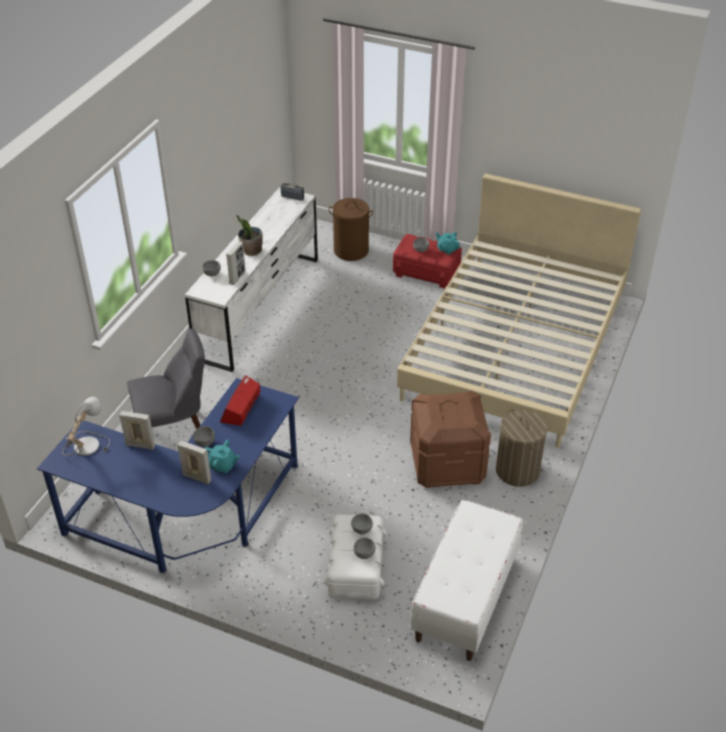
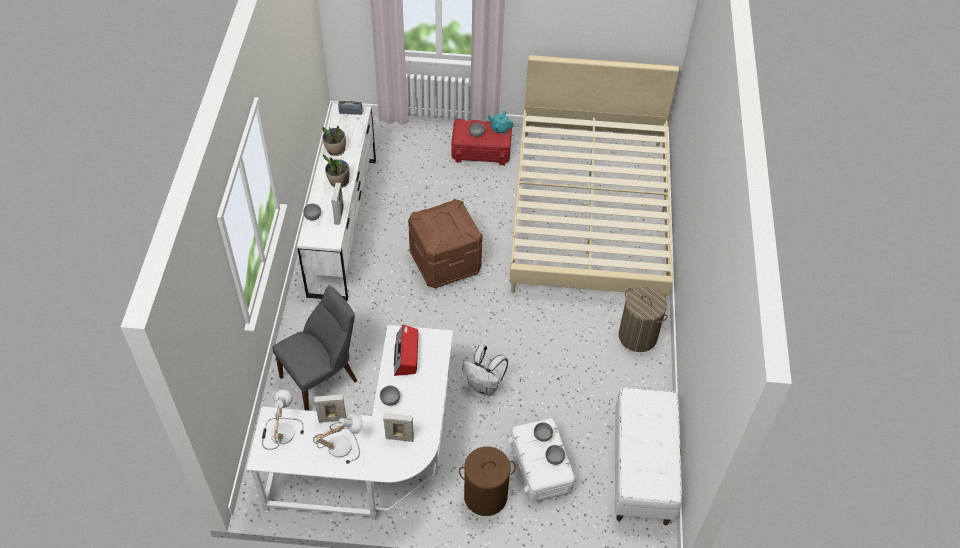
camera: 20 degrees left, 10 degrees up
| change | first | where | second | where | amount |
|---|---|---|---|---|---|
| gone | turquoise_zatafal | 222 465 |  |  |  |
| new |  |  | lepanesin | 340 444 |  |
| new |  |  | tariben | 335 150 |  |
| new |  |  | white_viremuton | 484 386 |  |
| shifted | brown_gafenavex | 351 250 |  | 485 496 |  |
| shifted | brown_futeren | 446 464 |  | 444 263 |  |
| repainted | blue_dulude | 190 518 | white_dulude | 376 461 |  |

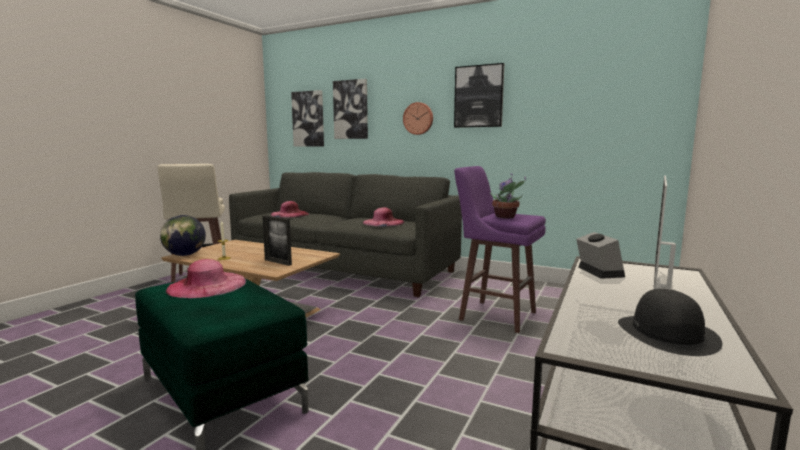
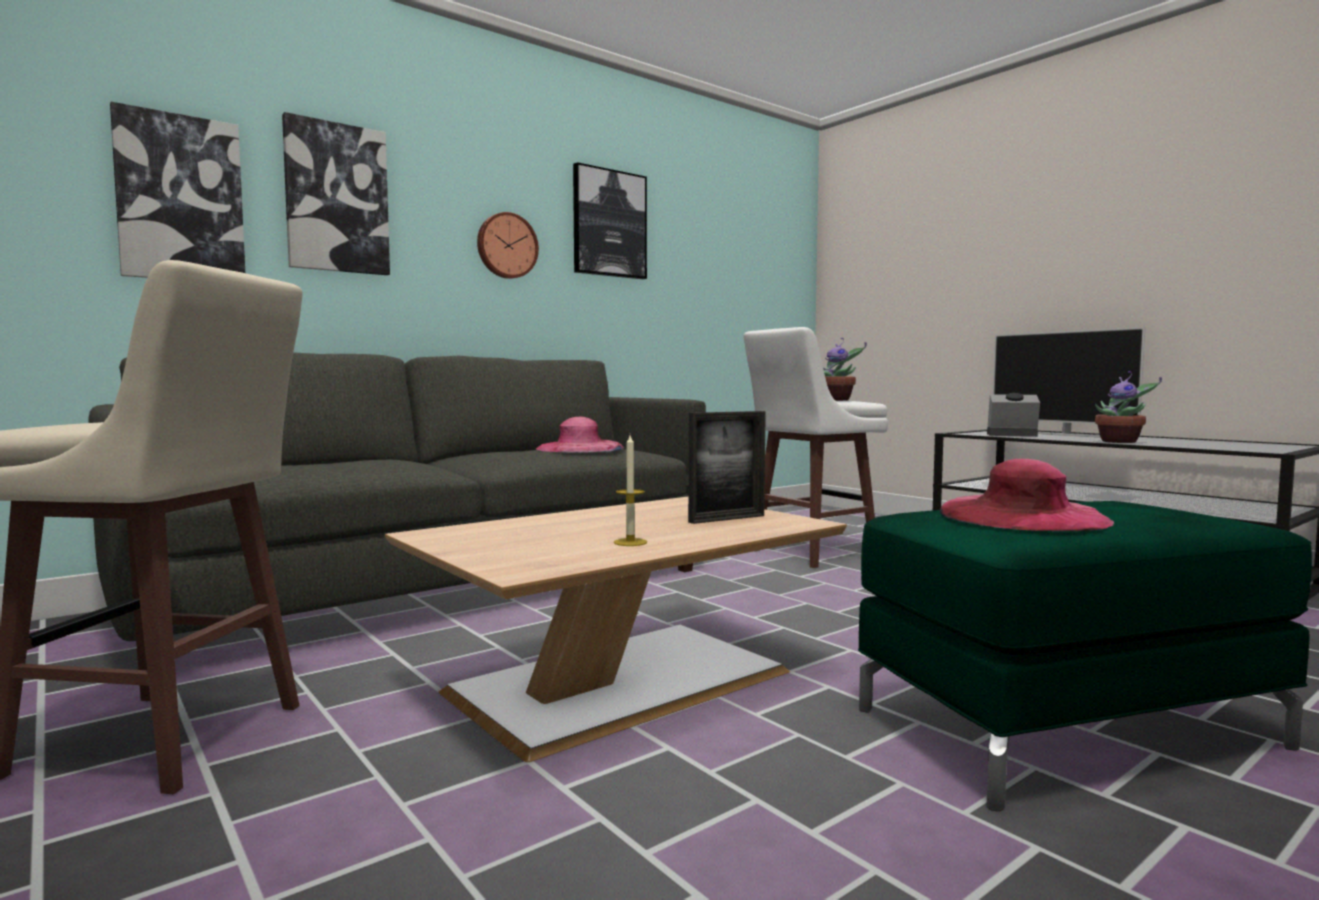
camera: 65 degrees left, 5 degrees down
| change | first | where | second | where | amount |
|---|---|---|---|---|---|
| gone | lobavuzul | 184 255 |  |  |  |
| gone | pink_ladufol | 290 214 |  |  |  |
| gone | black_ladufol | 667 334 |  |  |  |
| new |  |  | tariben | 1121 442 |  |
| repainted | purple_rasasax | 495 315 | white_rasasax | 810 554 |  |

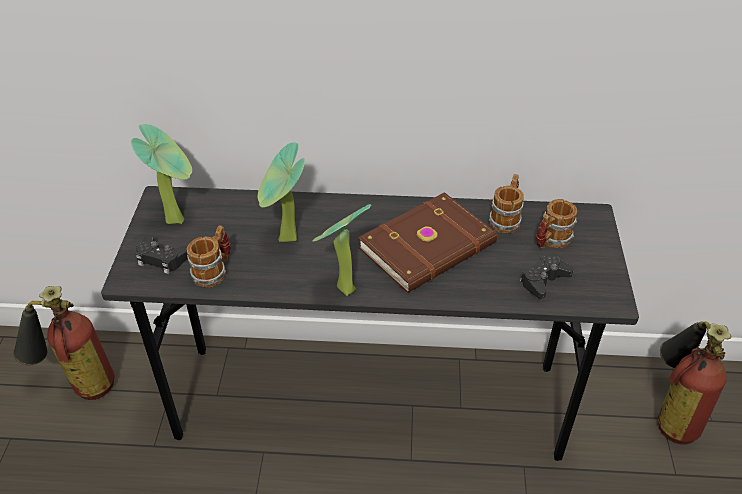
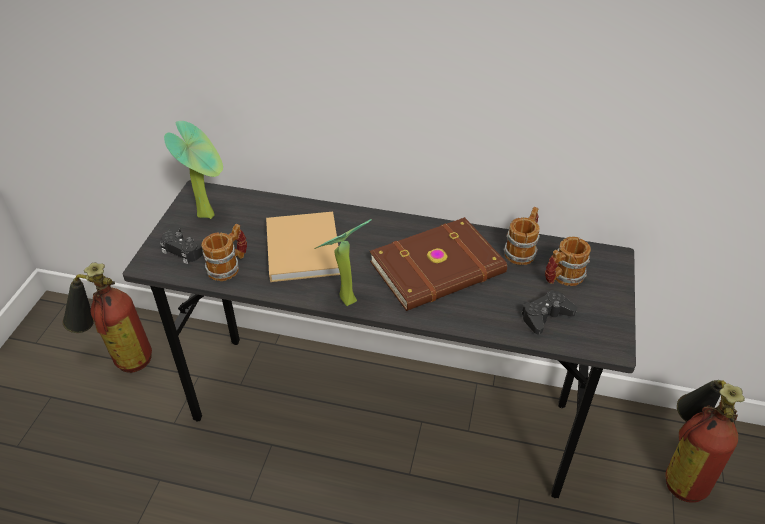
camera: 10 degrees right, 0 degrees up
| change | first | where | second | where | amount |
|---|---|---|---|---|---|
| swapped | tariben | 286 241 | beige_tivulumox | 303 247 |  |

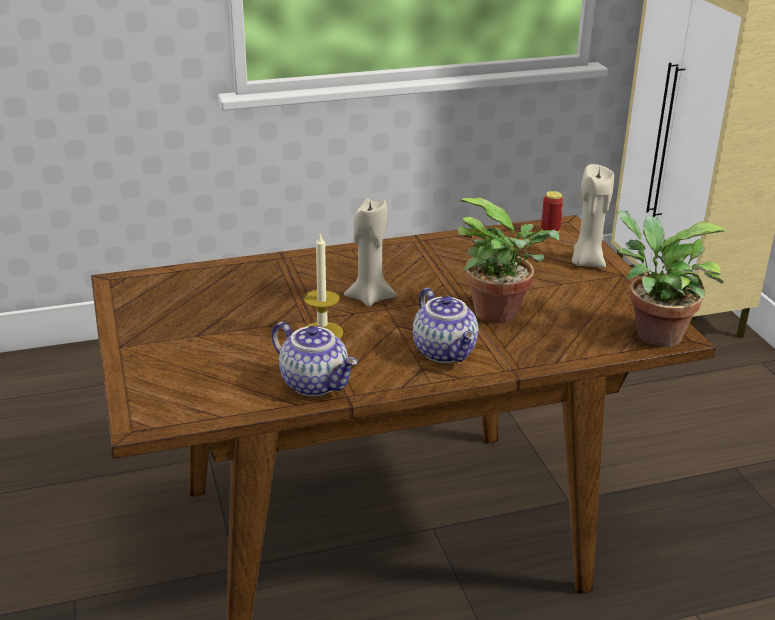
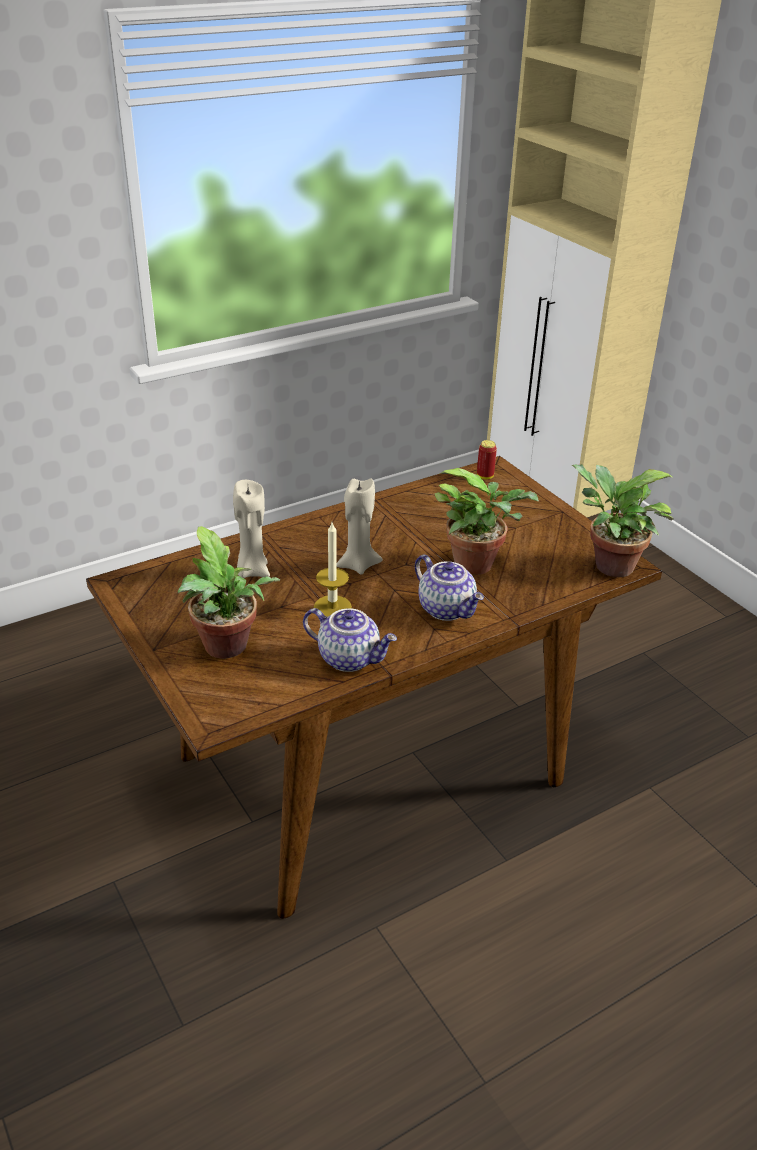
camera: 15 degrees left, 5 degrees up
| change | first | where | second | where | amount |
|---|---|---|---|---|---|
| new |  |  | tariben | 227 649 |  |
| shifted | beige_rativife | 586 262 |  | 252 571 |  |

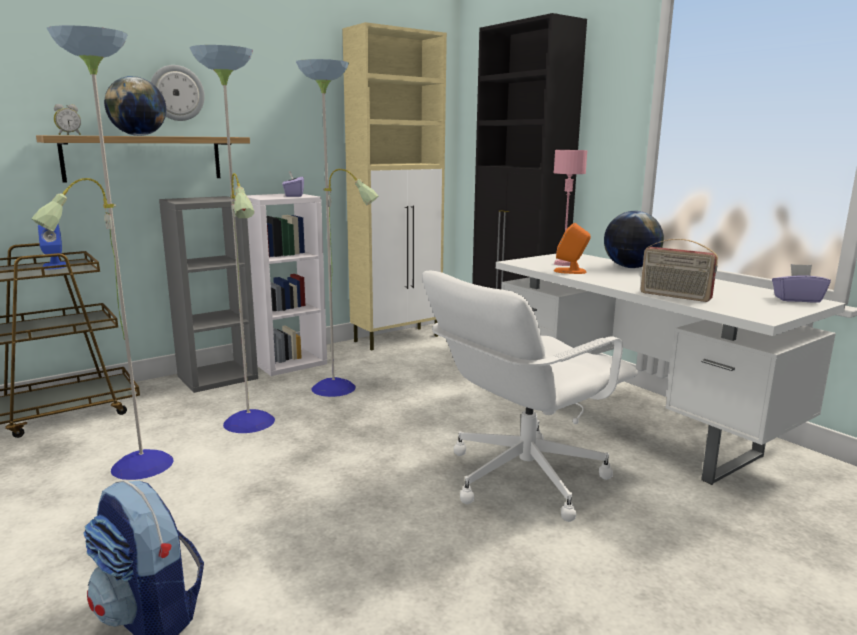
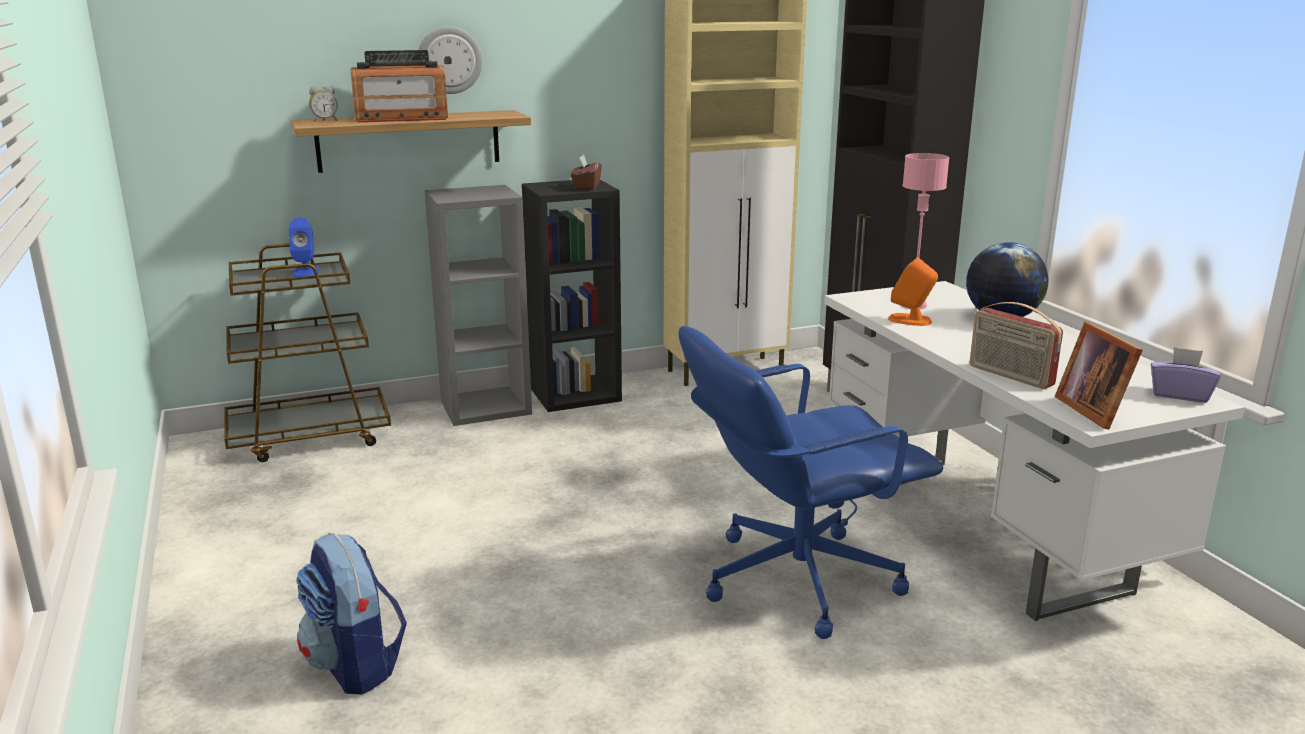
camera: 15 degrees right, 5 degrees up
| change | first | where | second | where | amount |
|---|---|---|---|---|---|
| gone | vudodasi | 251 423 |  |  |  |
| new |  |  | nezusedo | 1094 410 |  |
| swapped | lobavuzul | 139 135 | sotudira | 401 118 |  |
| repainted | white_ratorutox | 289 362 | black_ratorutox | 576 394 |  |
| repainted | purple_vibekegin | 293 196 | brown_vibekegin | 586 187 |  |
| repainted | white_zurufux | 522 477 | blue_zurufux | 796 579 |  |

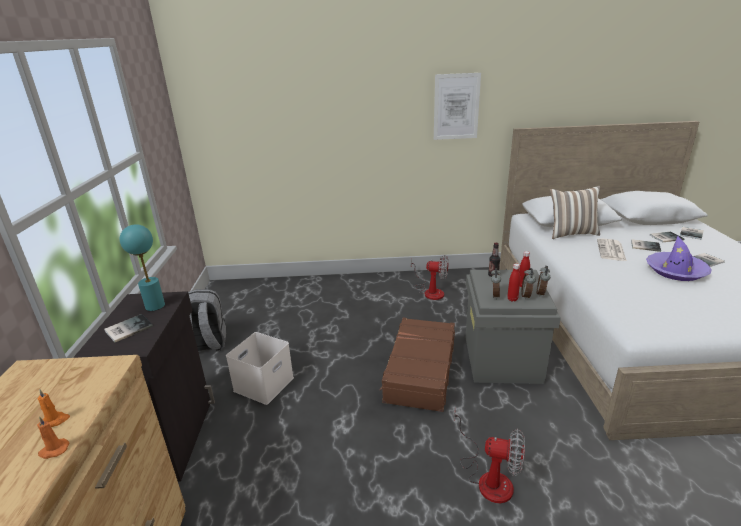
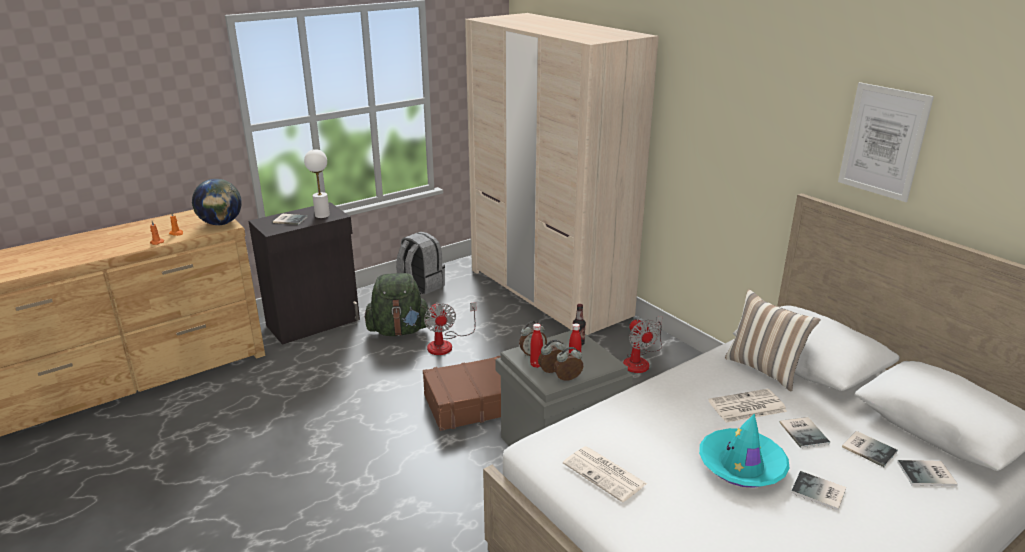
camera: 55 degrees right, 0 degrees up
| change | first | where | second | where | amount |
|---|---|---|---|---|---|
| new |  |  | lobavuzul | 221 223 |  |
| new |  |  | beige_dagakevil | 548 292 |  |
| new |  |  | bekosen | 605 474 |  |
| shifted | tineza | 456 107 |  | 883 141 |  |
| shifted | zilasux | 488 477 |  | 446 344 |  |
| swapped | white_futeren | 263 383 | green_viremuton | 399 331 |  |
| repainted | turquoise_lepanesin | 155 306 | white_lepanesin | 322 215 |  |
| repainted | purple_ladufol | 676 271 | turquoise_ladufol | 742 466 |  |

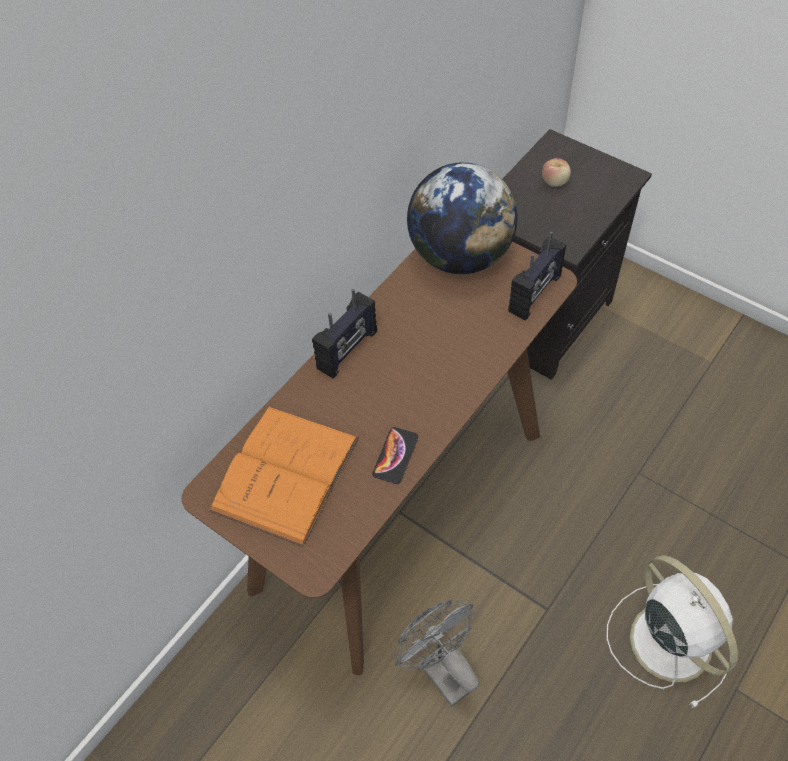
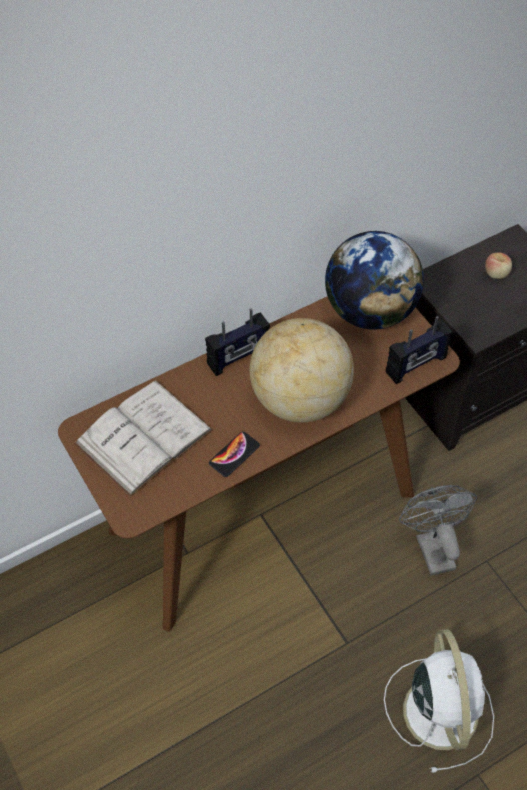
camera: 20 degrees right, 0 degrees up
| change | first | where | second | where | amount |
|---|---|---|---|---|---|
| new |  |  | lobavuzul | 299 399 |  |
| shifted | grey_zilasux | 440 668 |  | 431 546 |  |
| repainted | orange_tivulumox | 285 473 | white_tivulumox | 144 436 |  |

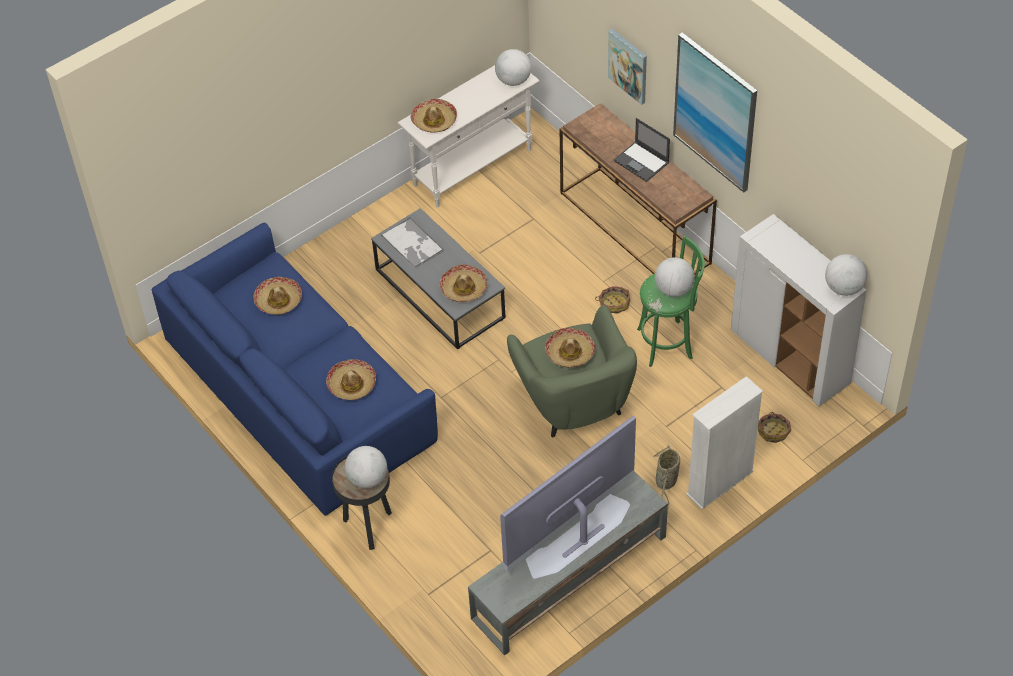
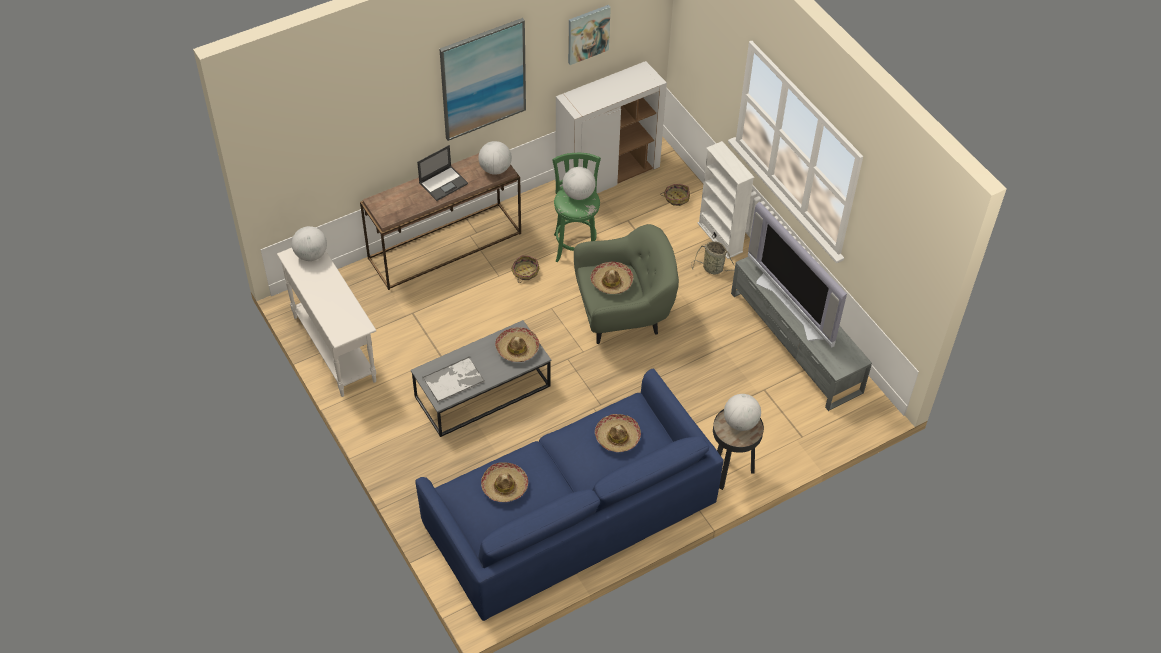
camera: 85 degrees left, 0 degrees up
| change | first | where | second | where | amount |
|---|---|---|---|---|---|
| gone | ladufol | 434 120 |  |  |  |
| shifted | tineza | 628 65 |  | 588 34 |  |
| shifted | lobavuzul | 843 288 |  | 495 169 |  |

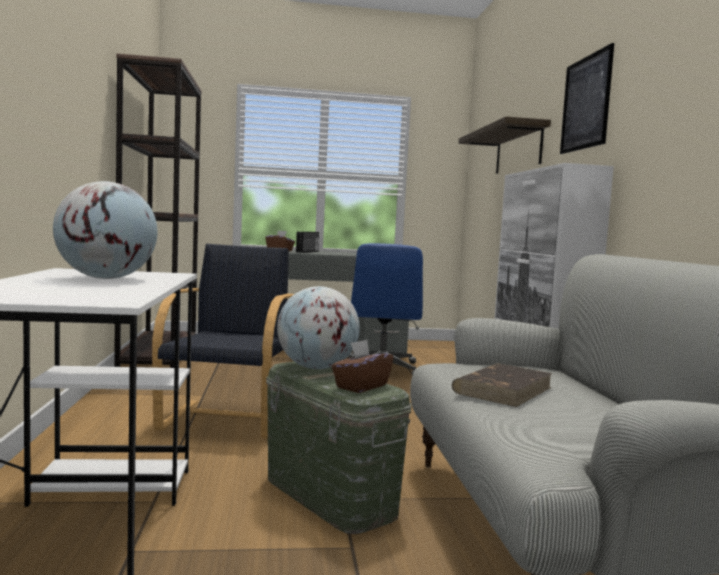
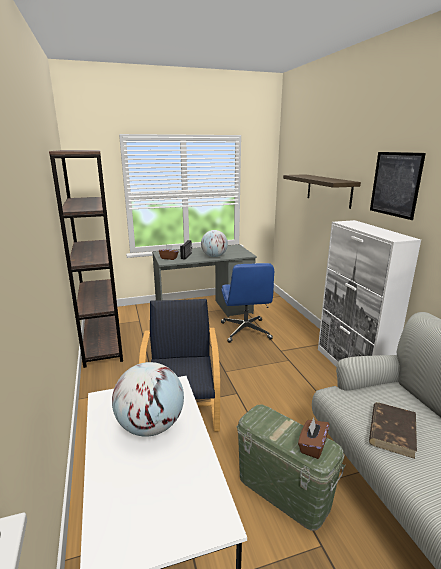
camera: 10 degrees left, 15 degrees up
| change | first | where | second | where | amount |
|---|---|---|---|---|---|
| shifted | lobavuzul | 316 368 |  | 214 256 |  |

